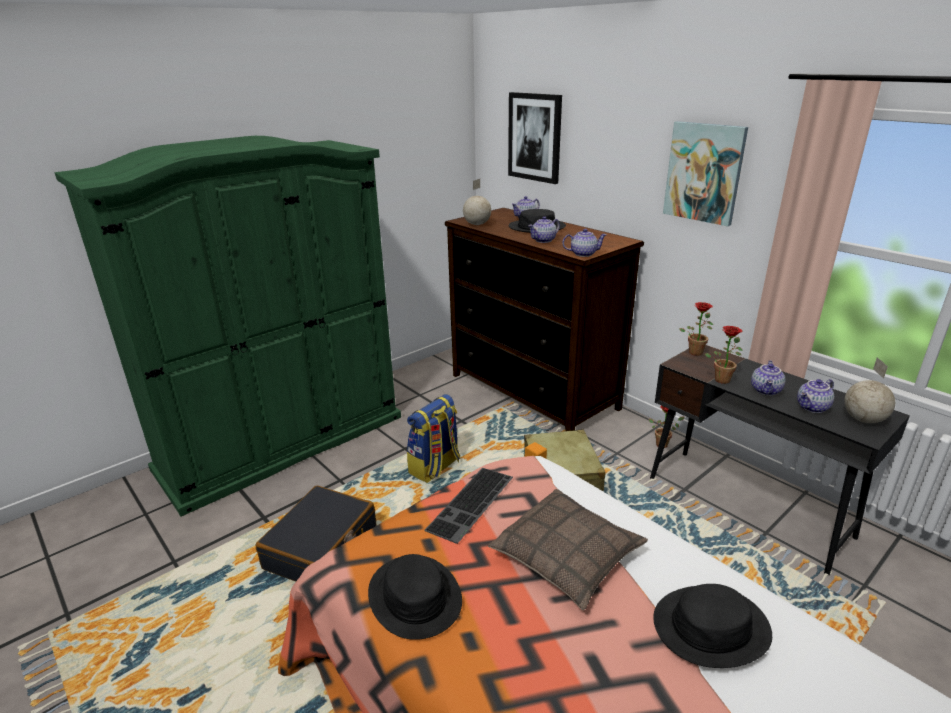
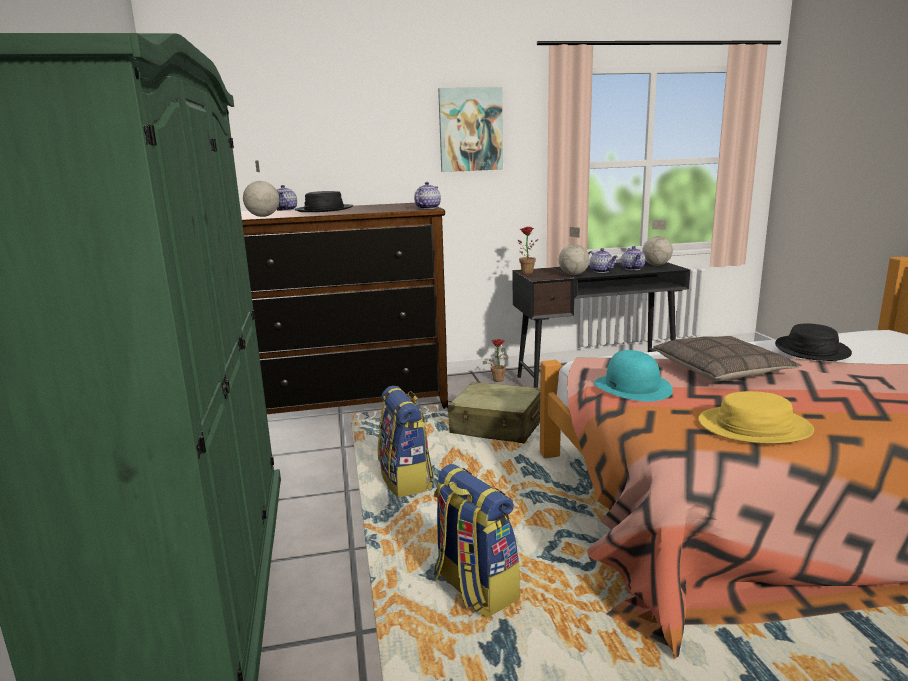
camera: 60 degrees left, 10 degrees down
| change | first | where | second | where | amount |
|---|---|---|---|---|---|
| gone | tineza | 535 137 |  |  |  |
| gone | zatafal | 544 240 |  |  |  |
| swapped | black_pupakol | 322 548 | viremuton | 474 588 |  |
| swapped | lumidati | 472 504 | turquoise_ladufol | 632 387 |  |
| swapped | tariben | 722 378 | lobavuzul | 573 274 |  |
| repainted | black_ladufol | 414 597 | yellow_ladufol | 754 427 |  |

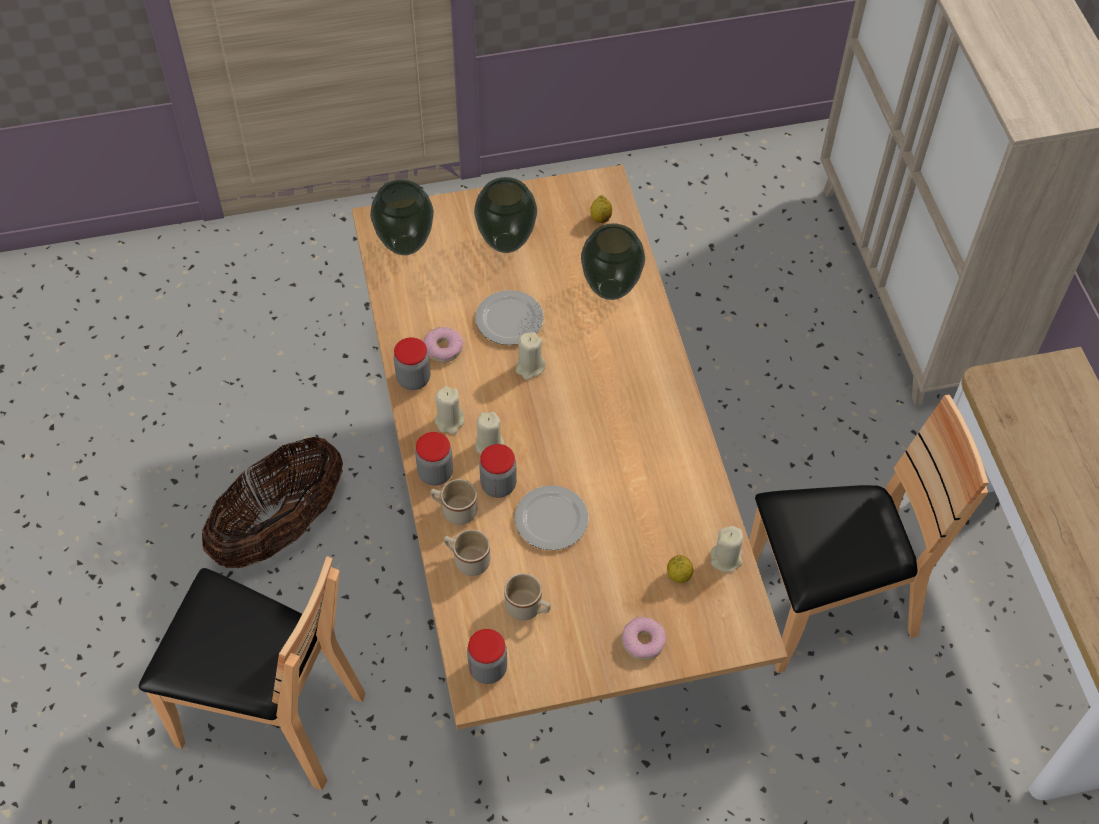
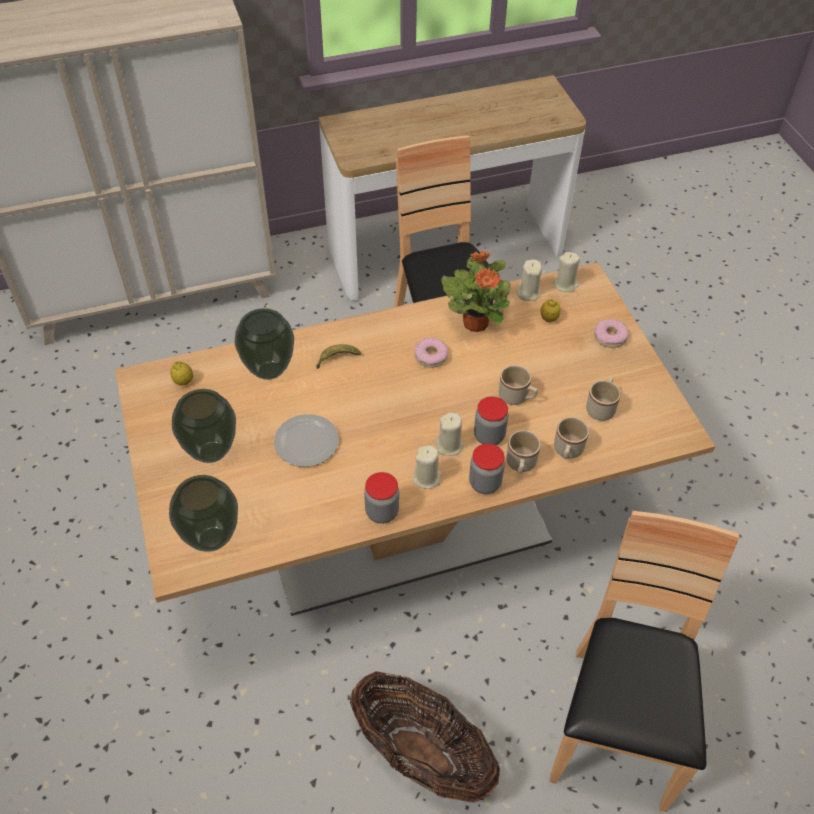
camera: 95 degrees left, 5 degrees down
| change | first | where | second | where | amount |
|---|---|---|---|---|---|
| gone | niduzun | 488 669 |  |  |  |
| new |  |  | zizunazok | 337 359 |  |
| new |  |  | tariben | 475 322 |  |
| shifted | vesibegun | 443 348 |  | 430 356 |  |
| shifted | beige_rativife | 530 367 |  | 565 284 |  |
| swapped | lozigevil | 551 521 | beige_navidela | 517 397 |  |

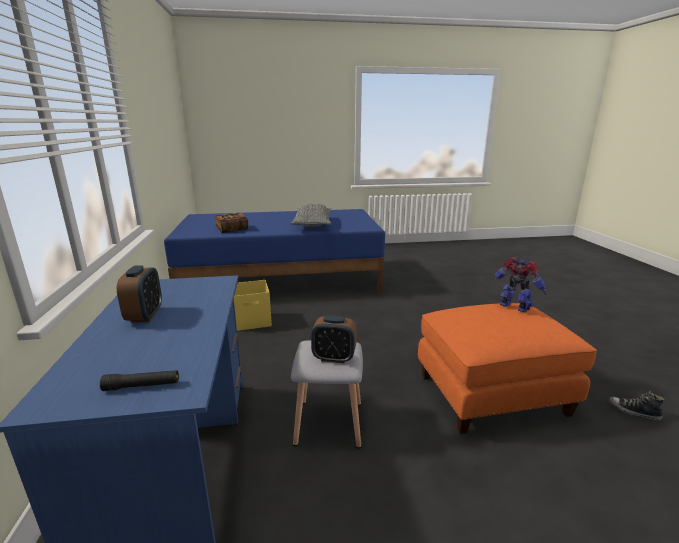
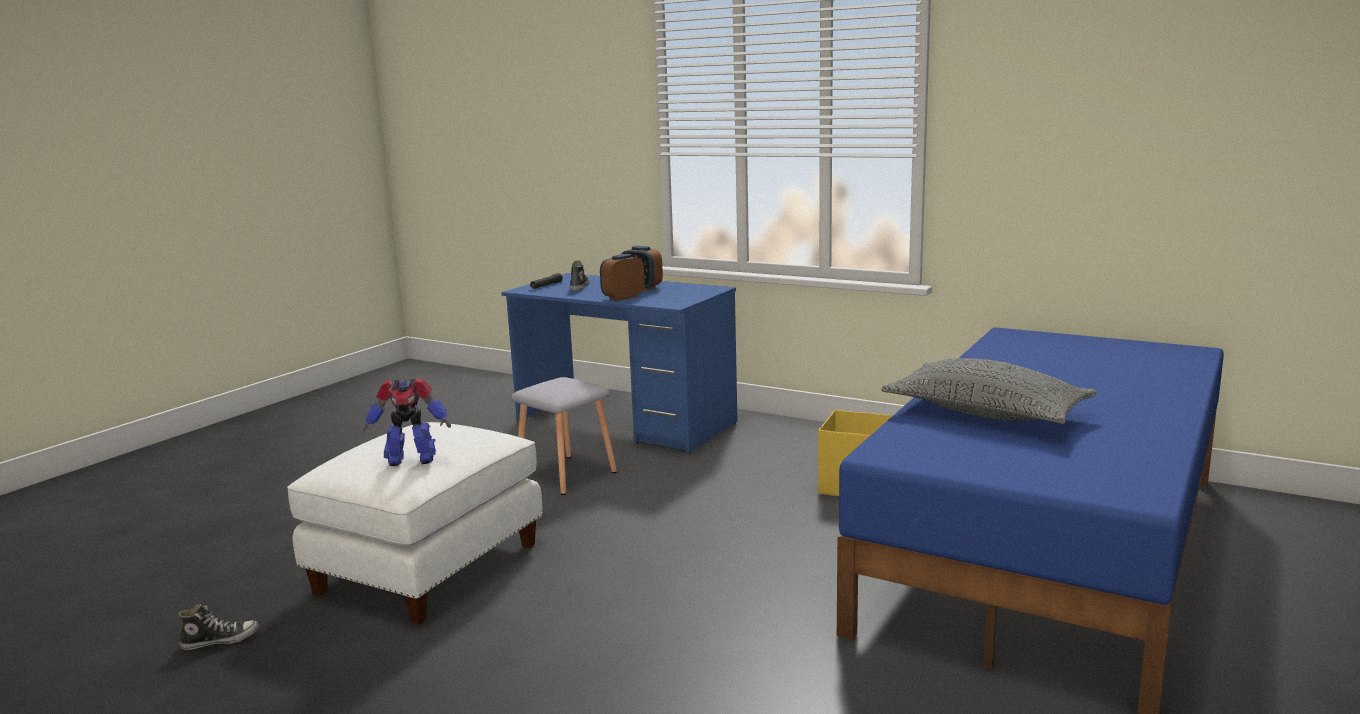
camera: 130 degrees right, 5 degrees down
| change | first | where | second | where | amount |
|---|---|---|---|---|---|
| gone | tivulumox | 232 229 |  |  |  |
| new |  |  | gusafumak | 579 287 |  |
| shifted | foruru | 334 358 |  | 623 297 |  |
| repainted | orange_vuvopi | 492 395 | white_vuvopi | 427 567 |  |

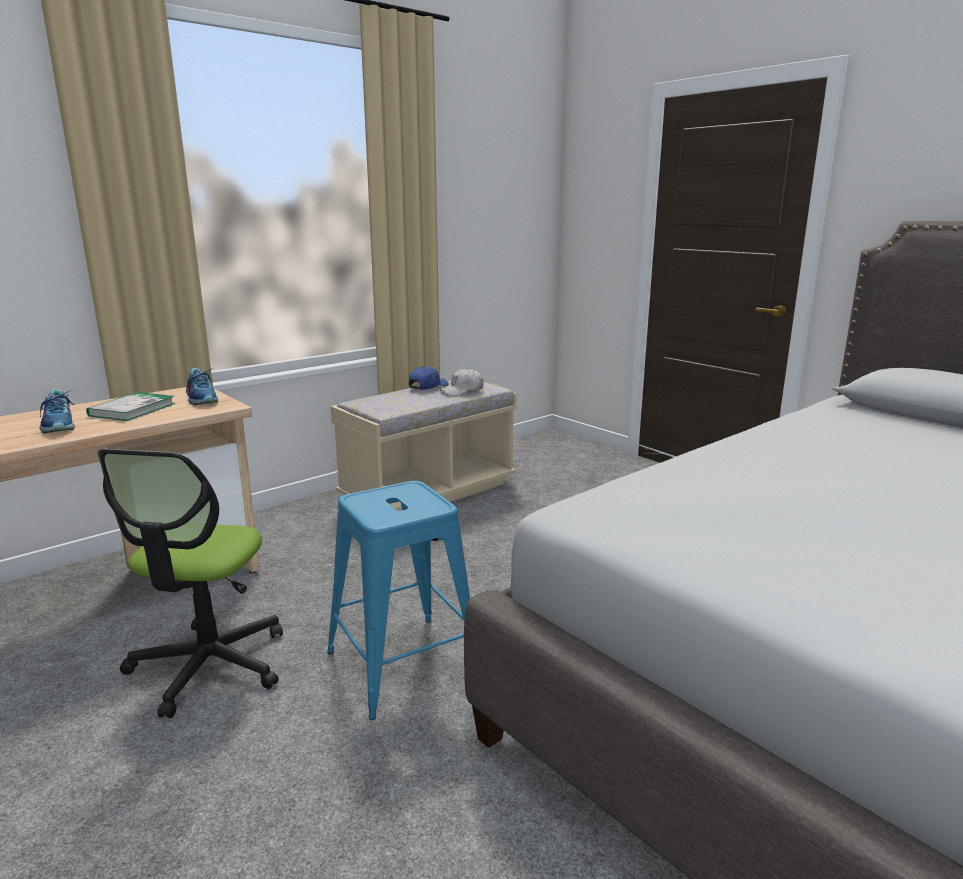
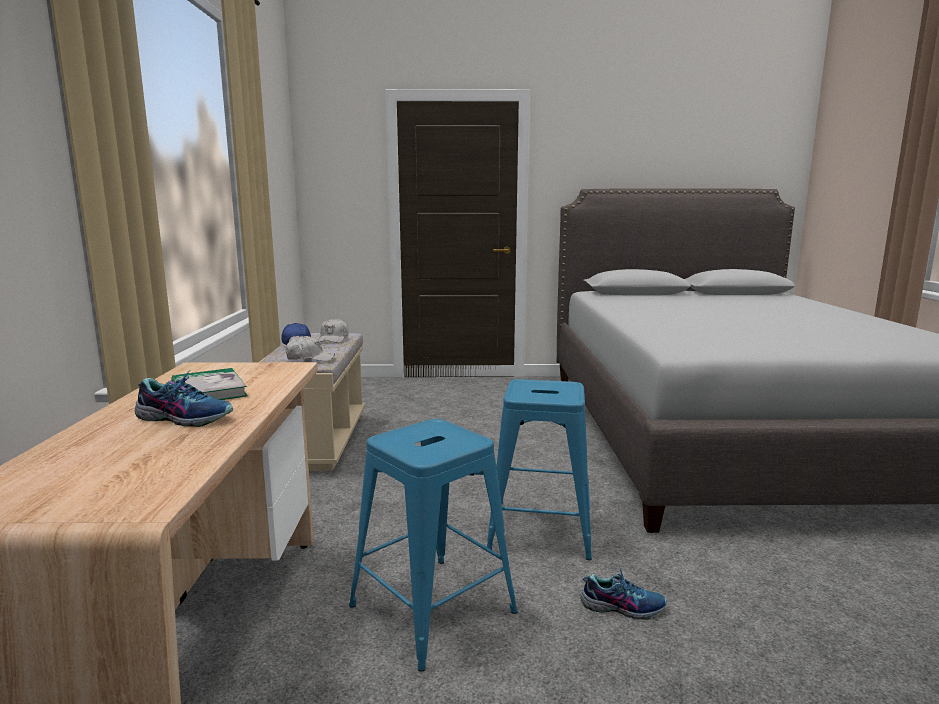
camera: 50 degrees left, 5 degrees down
| change | first | where | second | where | amount |
|---|---|---|---|---|---|
| new |  |  | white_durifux | 310 358 |  |
| shifted | gusafumak | 202 398 |  | 622 606 |  |
| swapped | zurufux | 209 666 | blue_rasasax | 432 608 |  |

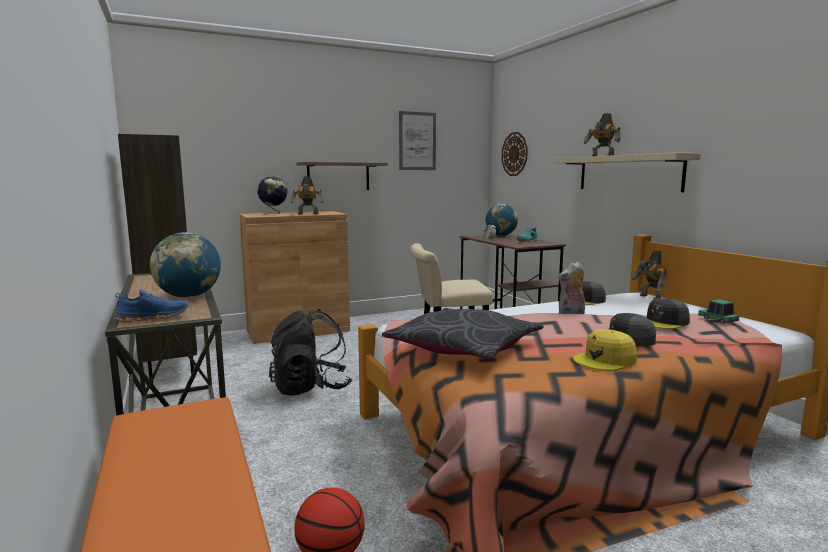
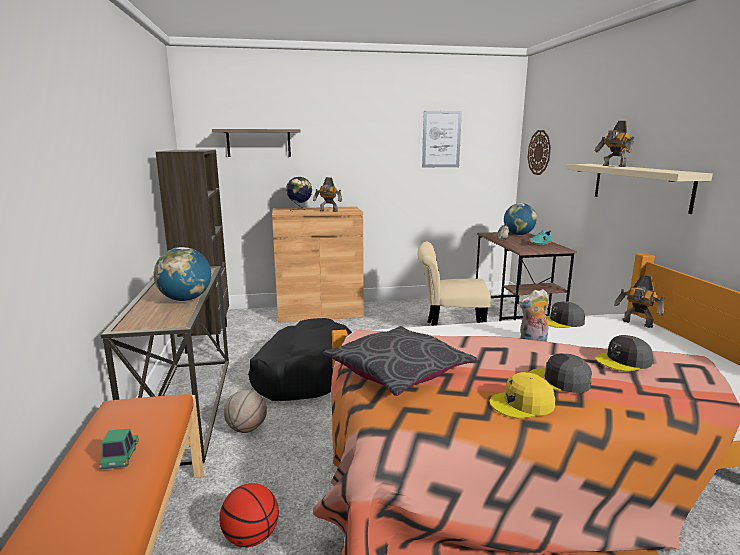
camera: 15 degrees right, 5 degrees up
| change | first | where | second | where | amount |
|---|---|---|---|---|---|
| gone | blue_gusafumak | 153 317 |  |  |  |
| new |  |  | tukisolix | 246 429 |  |
| shifted | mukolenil | 338 176 |  | 259 143 |  |
| shifted | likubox | 718 320 |  | 120 457 |  |
| swapped | black_viremuton | 310 388 | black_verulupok | 305 373 |  |
| rotated | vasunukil | 649 298 |  | 637 324 | 45 degrees counterclockwise |

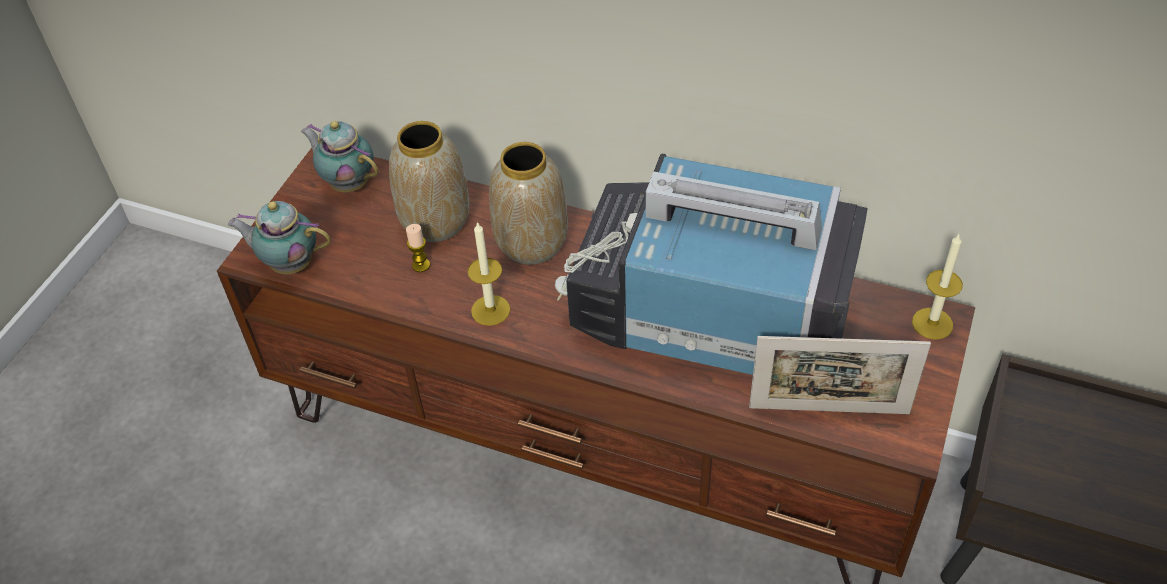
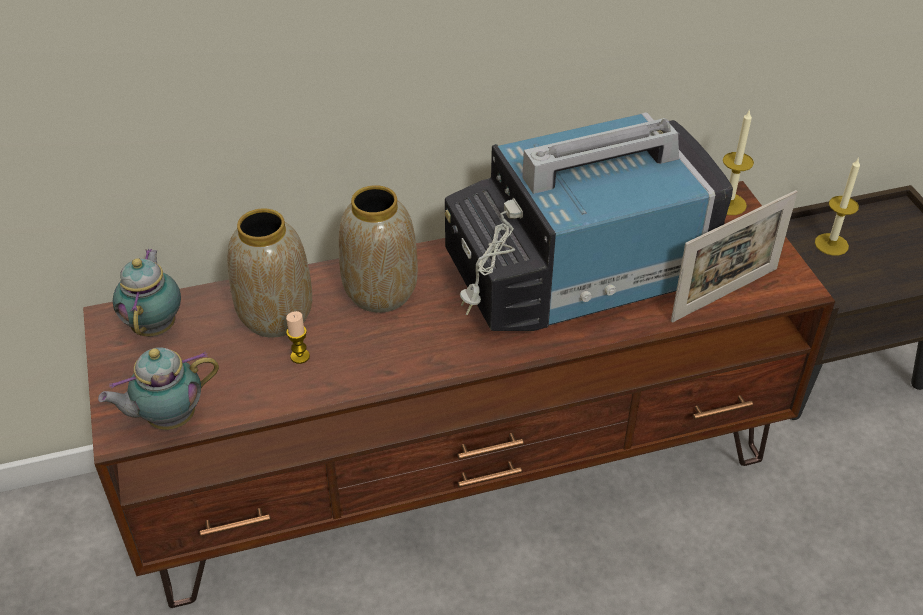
camera: 40 degrees left, 5 degrees down
| change | first | where | second | where | amount |
|---|---|---|---|---|---|
| shifted | rativife | 490 310 |  | 831 244 |  |
| rotated | zatafal | 348 183 |  | 156 325 | 90 degrees clockwise |

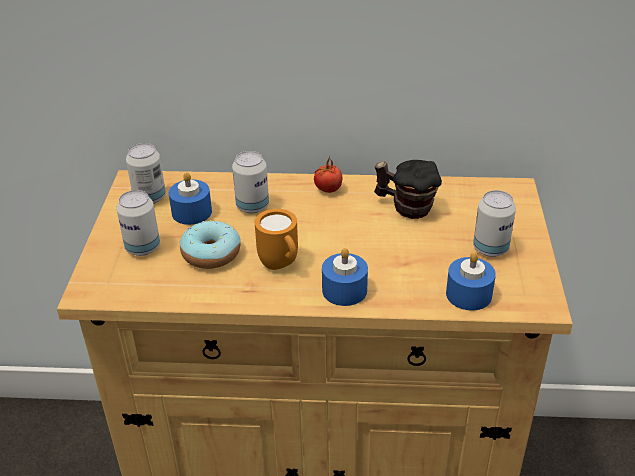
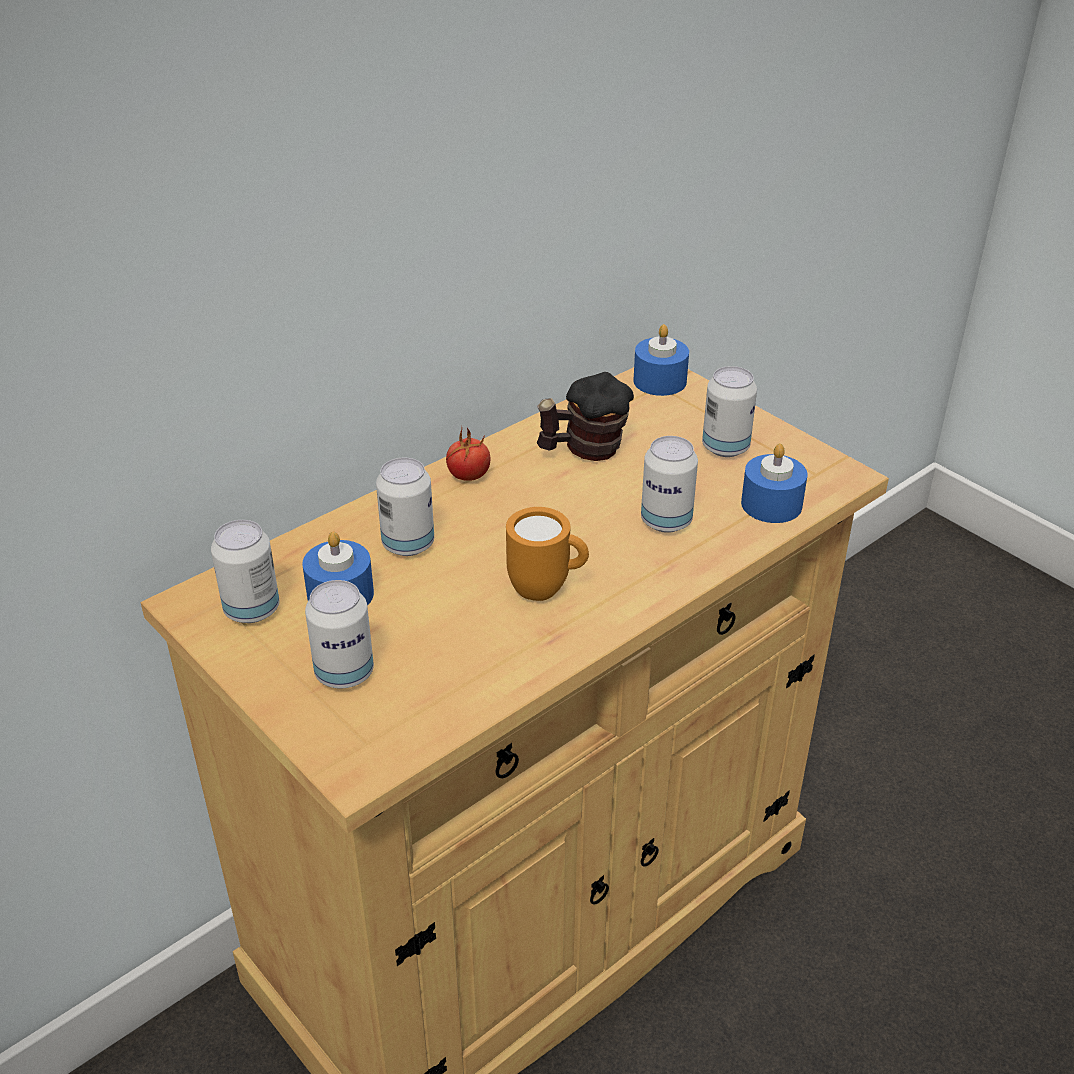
camera: 45 degrees left, 0 degrees up
| change | first | where | second | where | amount |
|---|---|---|---|---|---|
| gone | vesibegun | 211 254 |  |  |  |
| new |  |  | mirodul | 666 521 |  |
| shifted | blue_rativife | 344 290 |  | 660 381 |  |

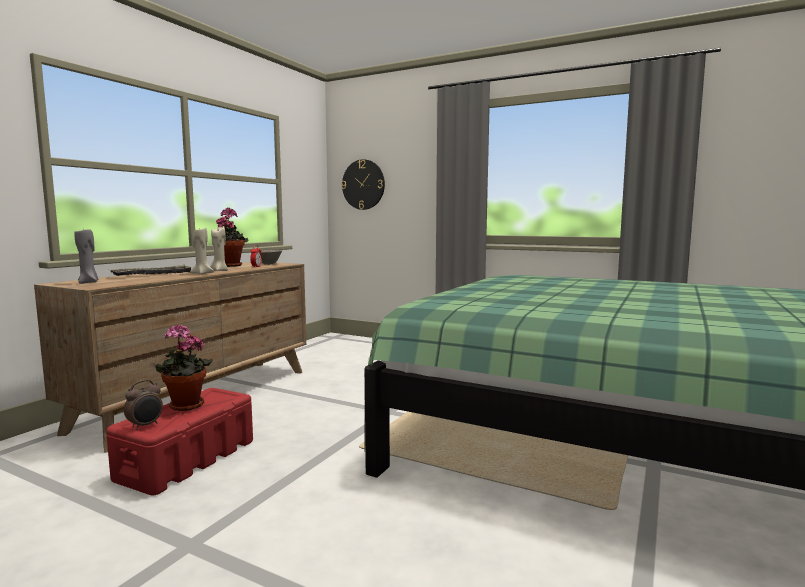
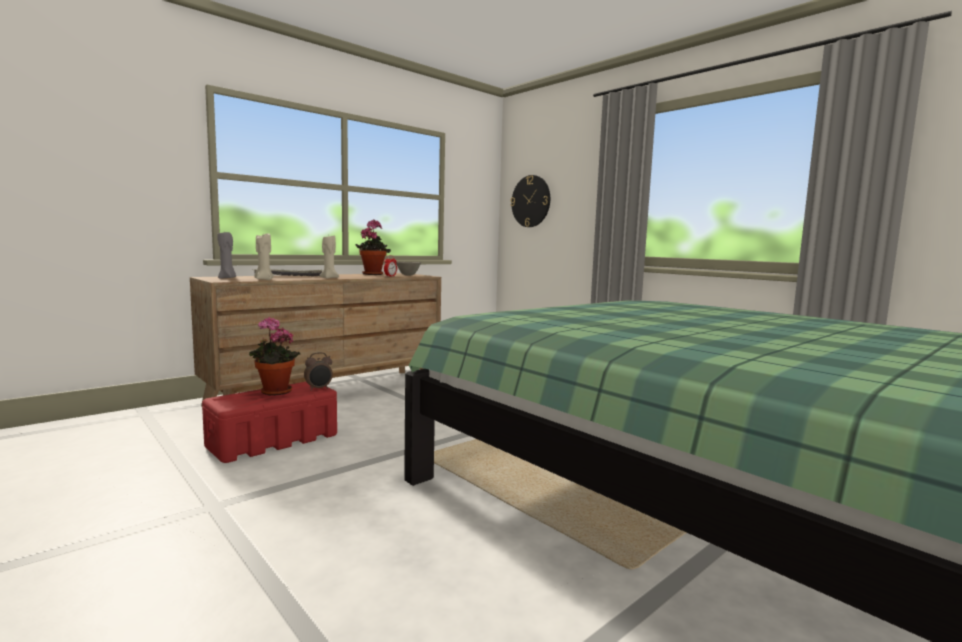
camera: 20 degrees right, 0 degrees up
| change | first | where | second | where | amount |
|---|---|---|---|---|---|
| shifted | foruru | 145 425 |  | 319 389 |  |
| shifted | beige_rativife | 219 271 |  | 263 279 |  |

